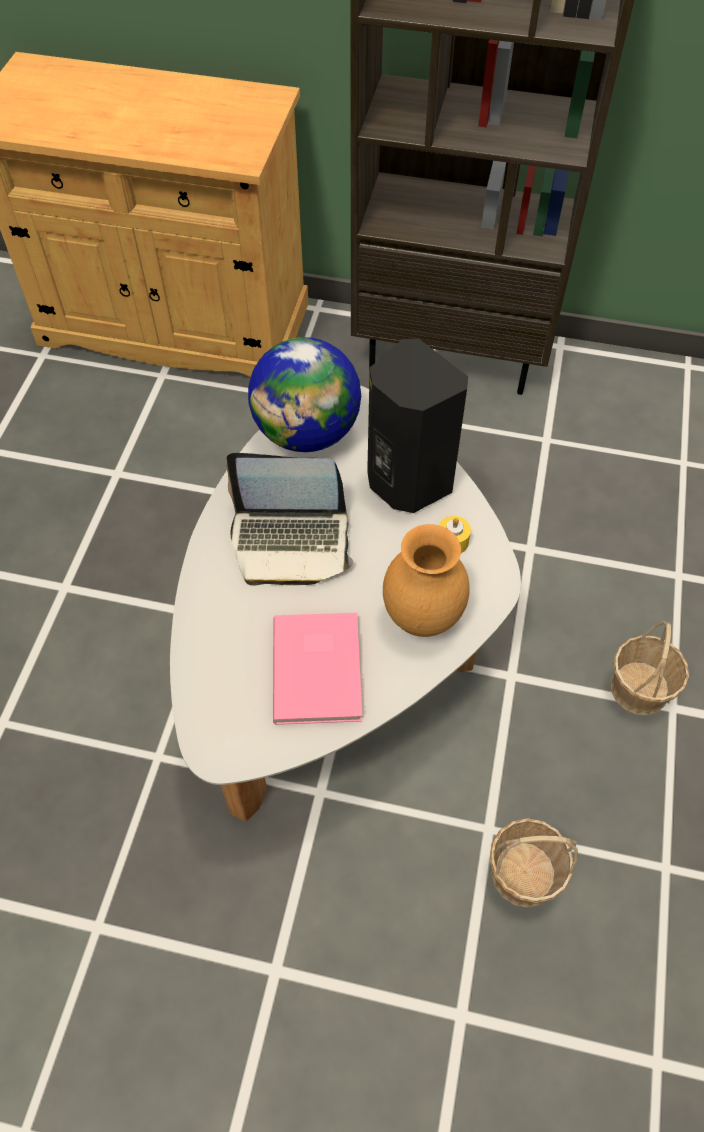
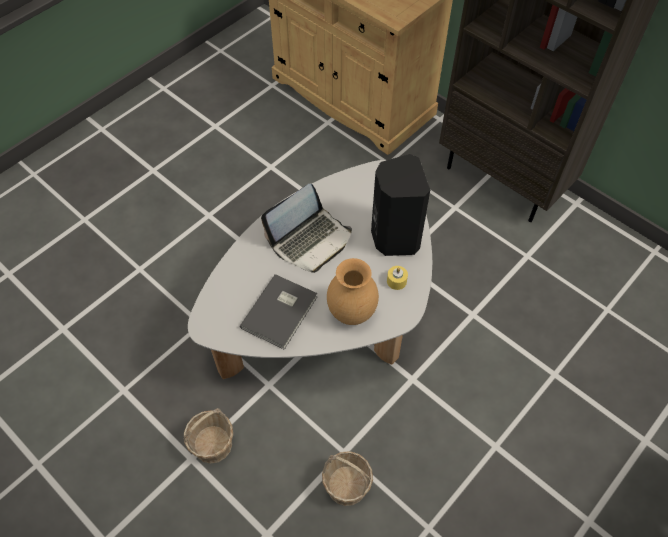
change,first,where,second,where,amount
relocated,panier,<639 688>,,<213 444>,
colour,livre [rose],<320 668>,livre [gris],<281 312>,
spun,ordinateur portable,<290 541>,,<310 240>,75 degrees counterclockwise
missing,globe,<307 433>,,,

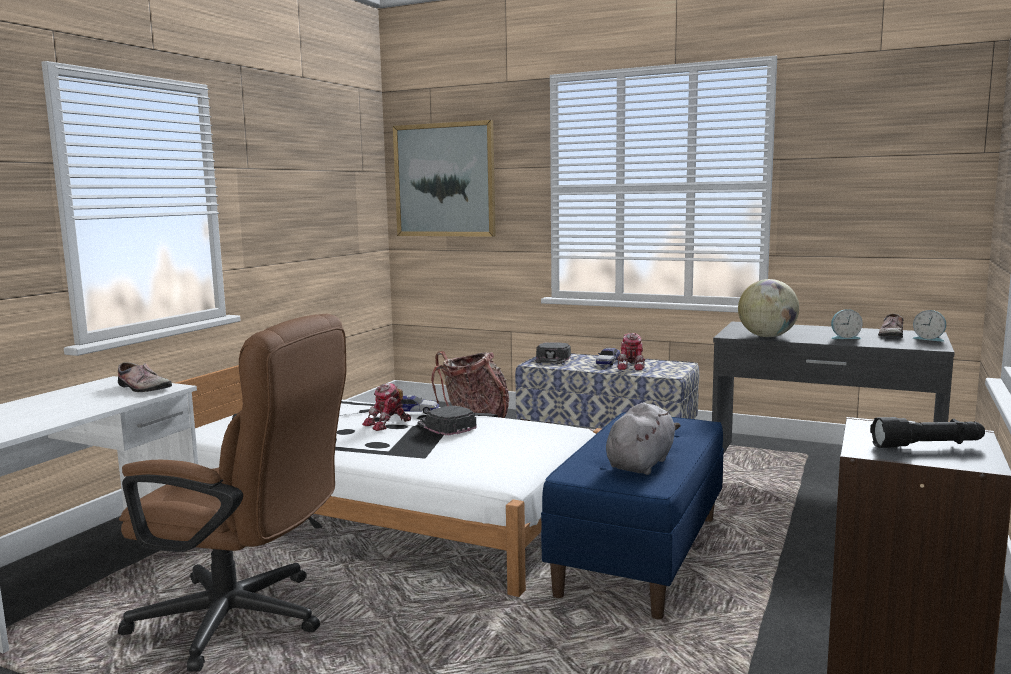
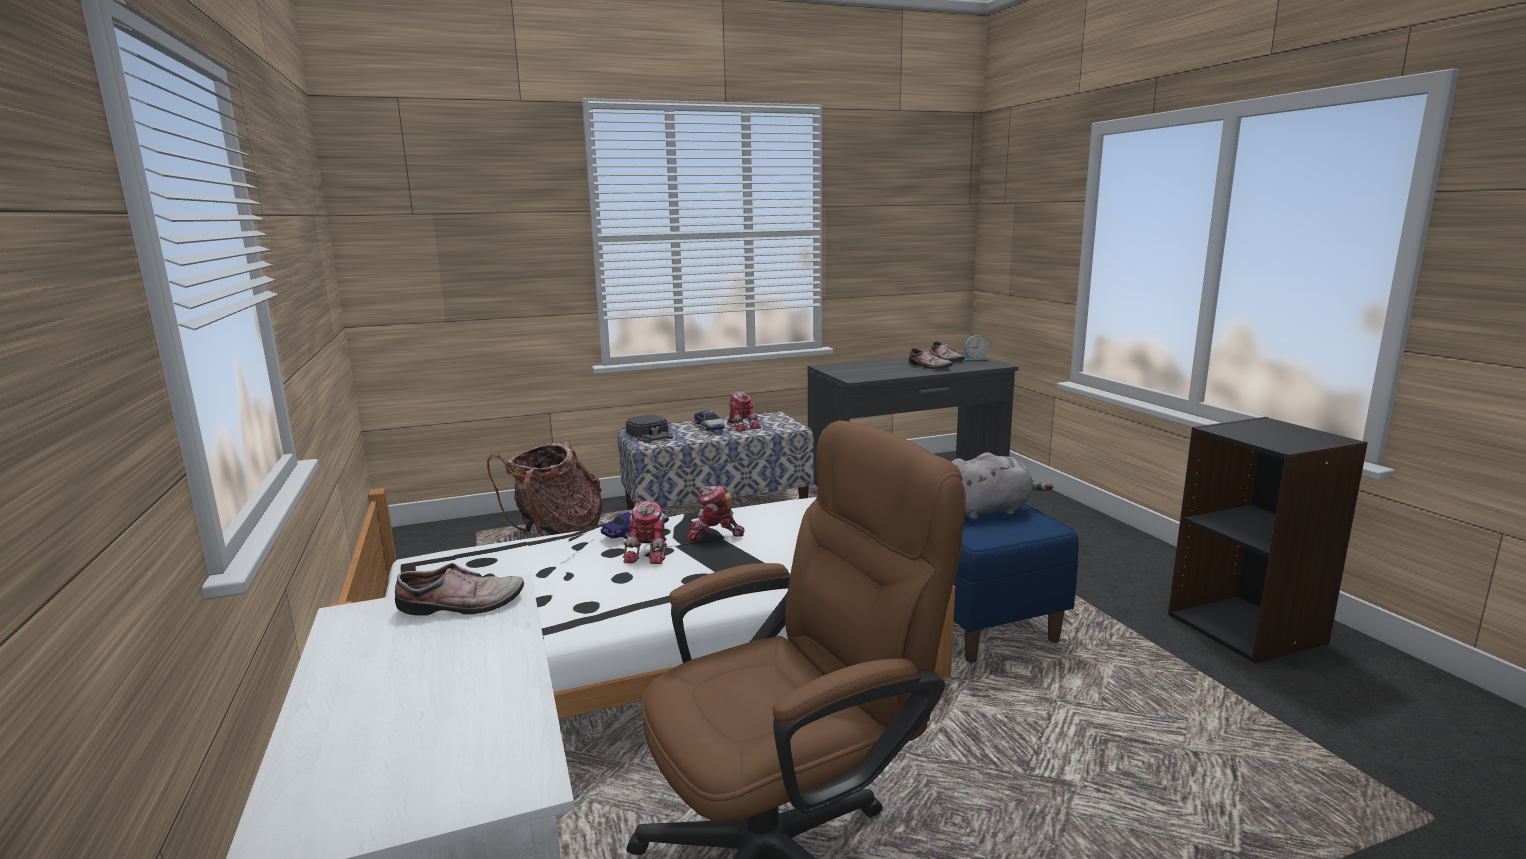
change,first,where,second,where,amount
exchanged,casquette [noir],<445 426>,robot jouet,<713 534>,
exchanged,réveil,<844 337>,chaussure,<928 366>,
spun,peluche [gris],<641 463>,,<988 510>,90 degrees clockwise
missing,tableau,<444 180>,,,
missing,globe,<767 336>,,,
missing,lampe de poche [noir],<927 446>,,,

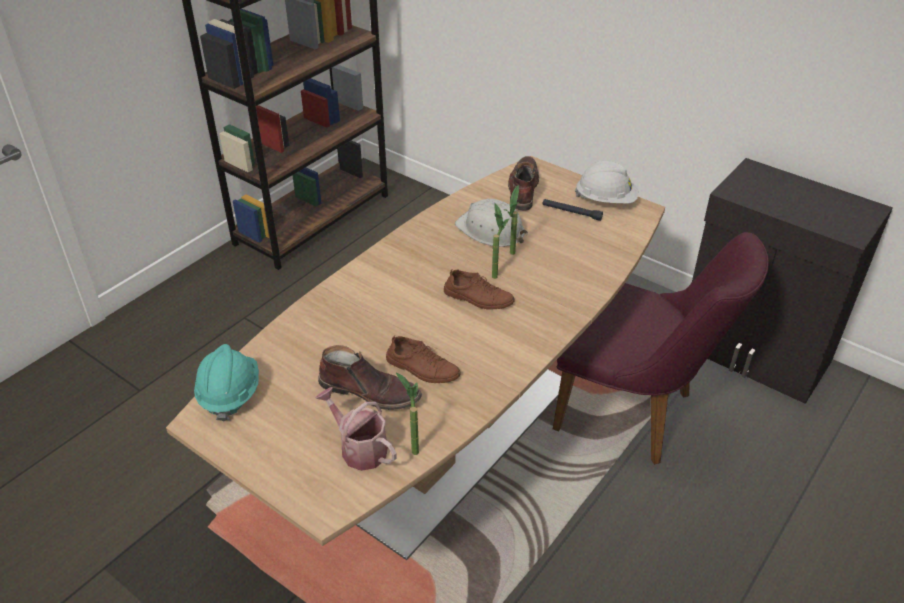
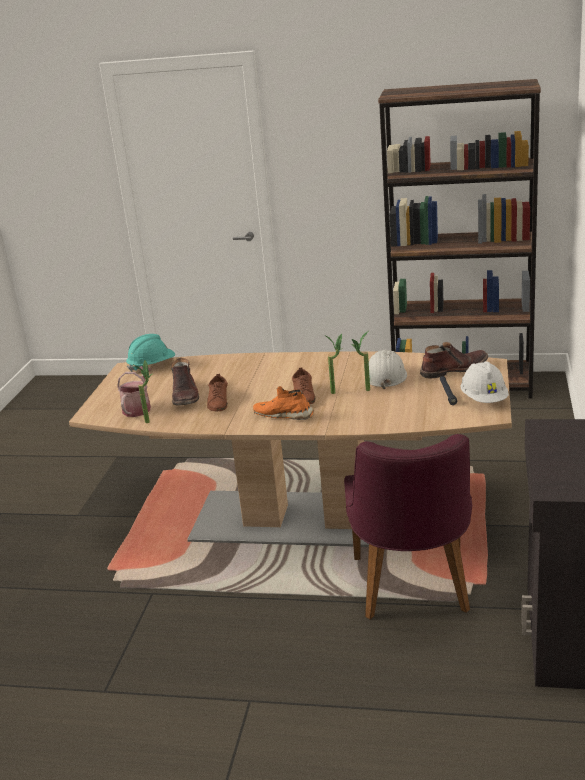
change,first,where,second,where,amount
appeared,,,chaussure [orange],<284 415>,

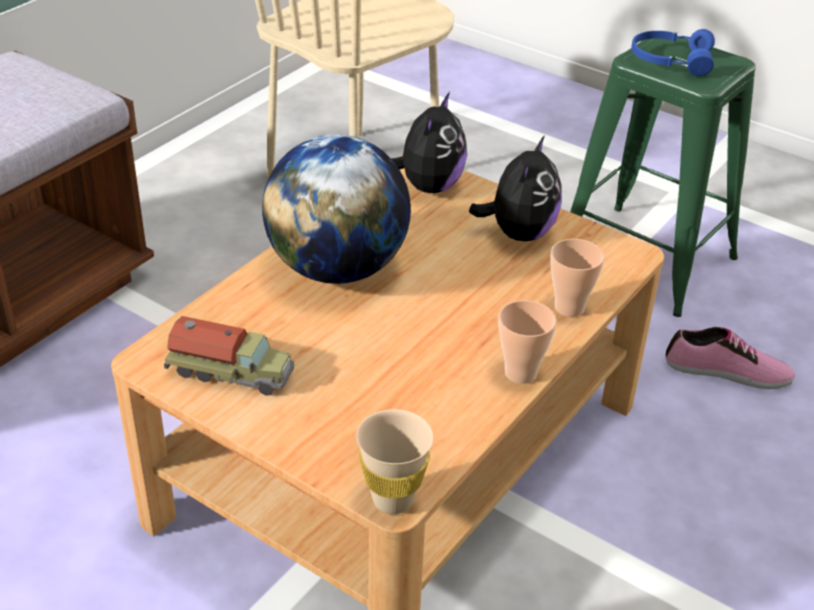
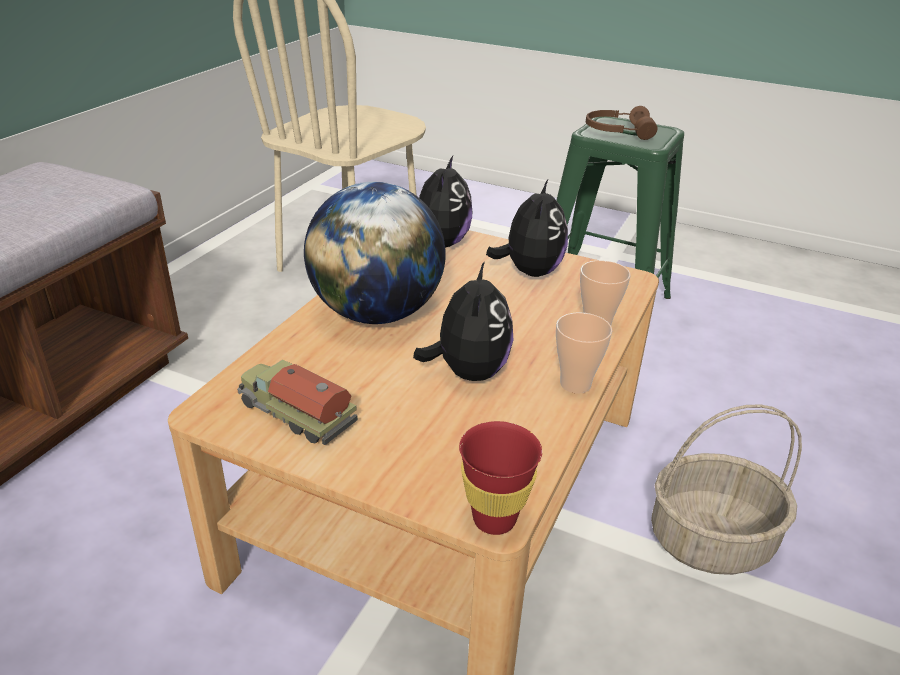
change,first,where,second,where,amount
spun,camion jouet,<231 372>,,<295 414>,150 degrees counterclockwise
appeared,,,peluche,<468 372>,
colour,tasse [beige],<393 500>,tasse [rouge],<494 519>,
colour,casque audio [bleu],<670 60>,casque audio [marron],<618 131>,
appeared,,,panier,<711 539>,
missing,chaussure,<727 372>,,,

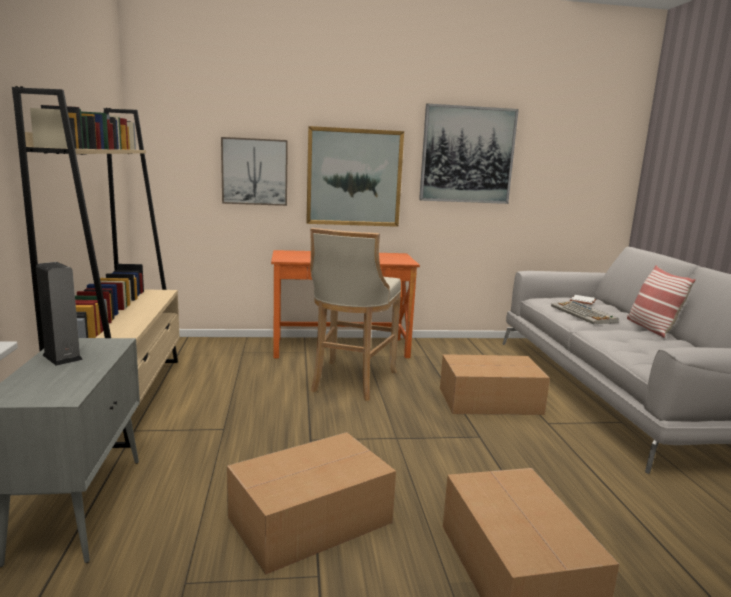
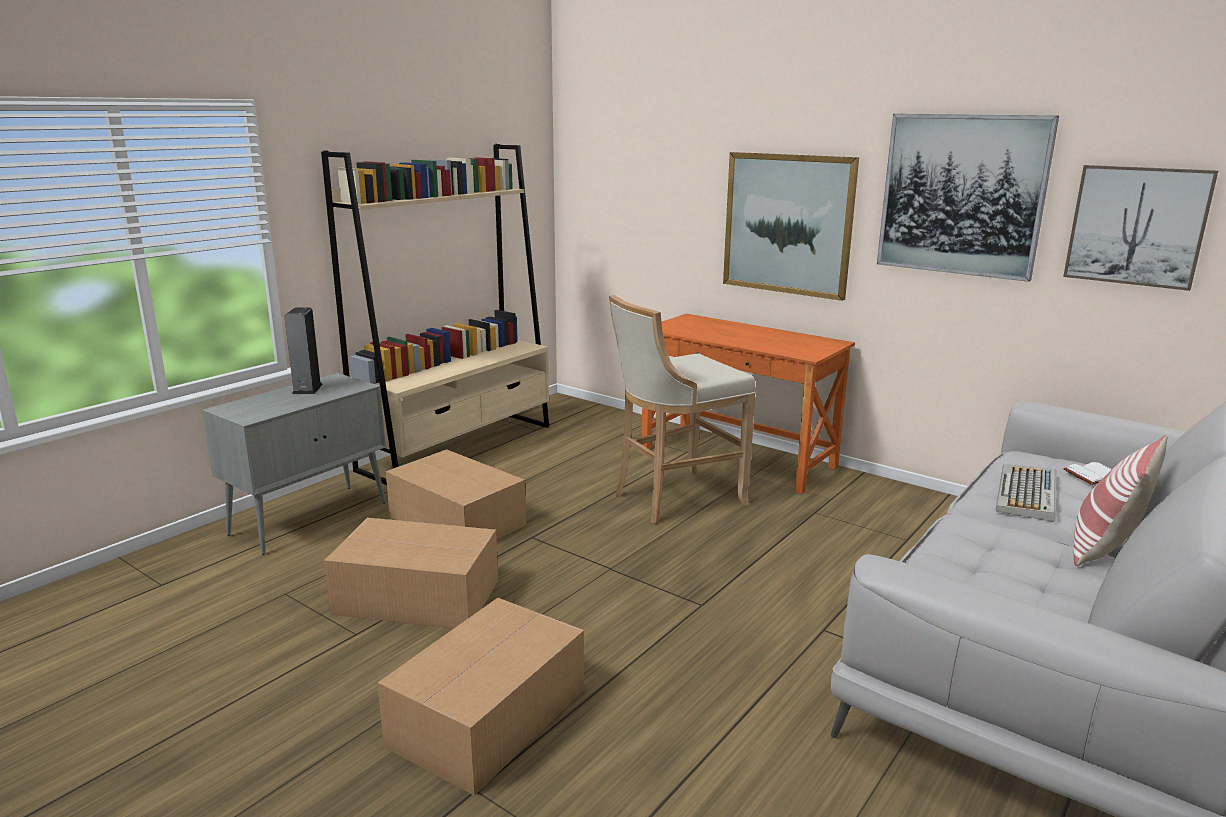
change,first,where,second,where,amount
relocated,carton,<488 400>,,<456 520>,
relocated,tableau,<254 171>,,<1137 226>,

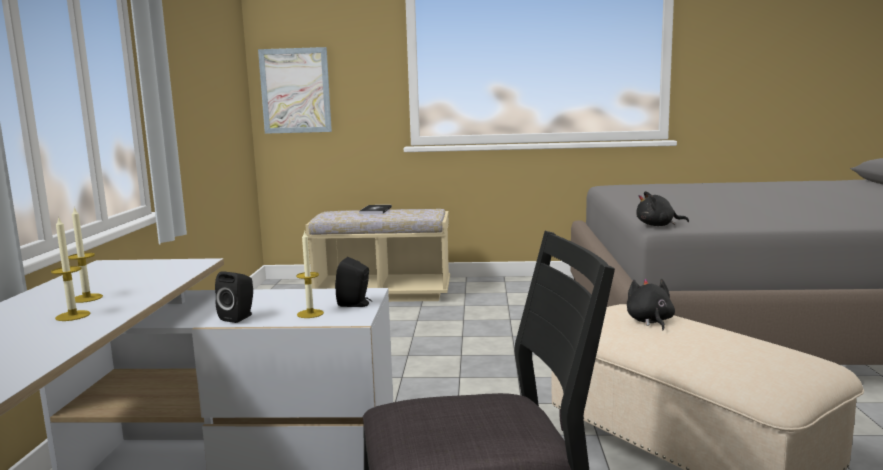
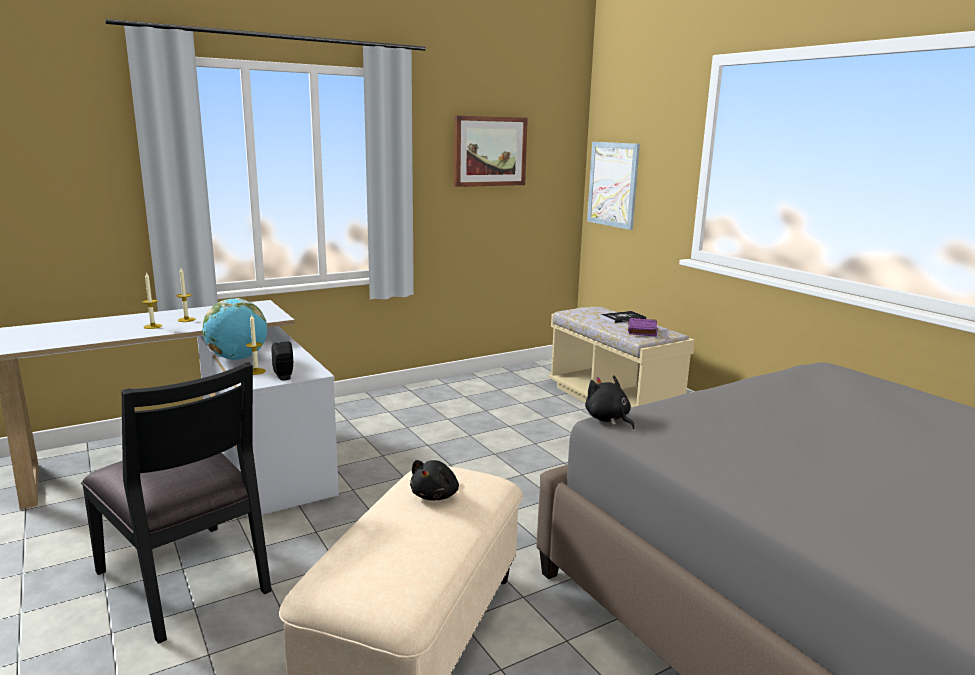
change,first,where,second,where,amount
exchanged,enceinte [noir],<239 317>,globe,<238 358>,
spun,peluche [noir],<649 321>,,<436 495>,150 degrees clockwise
appeared,,,tableau,<490 151>,
appeared,,,livre [violet],<642 330>,

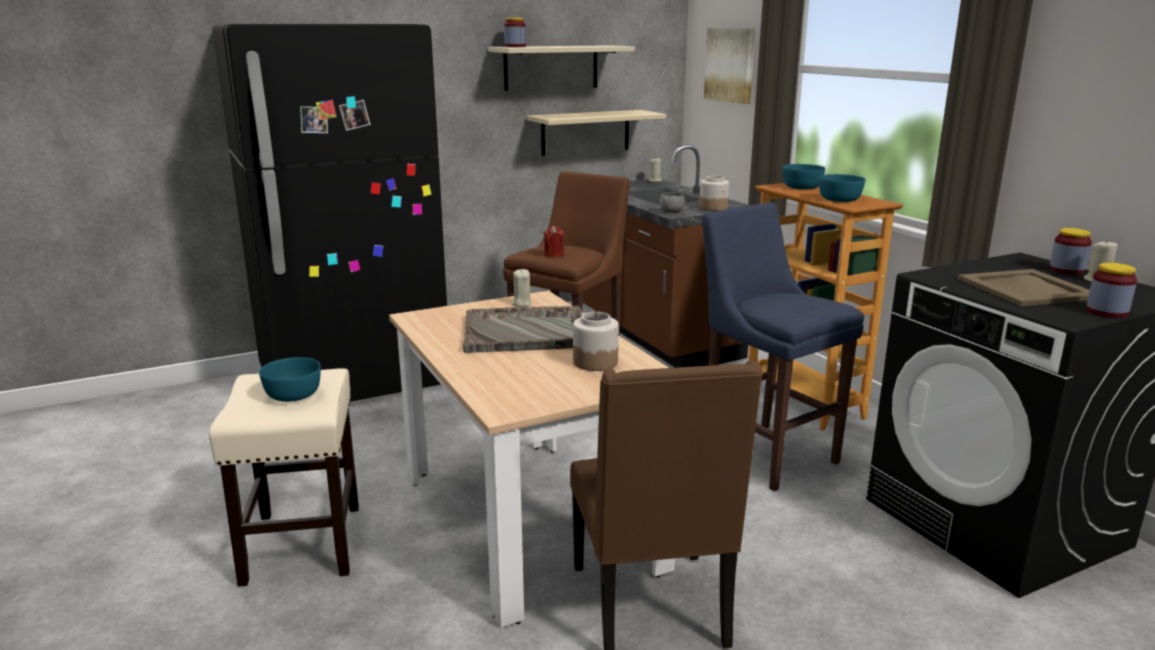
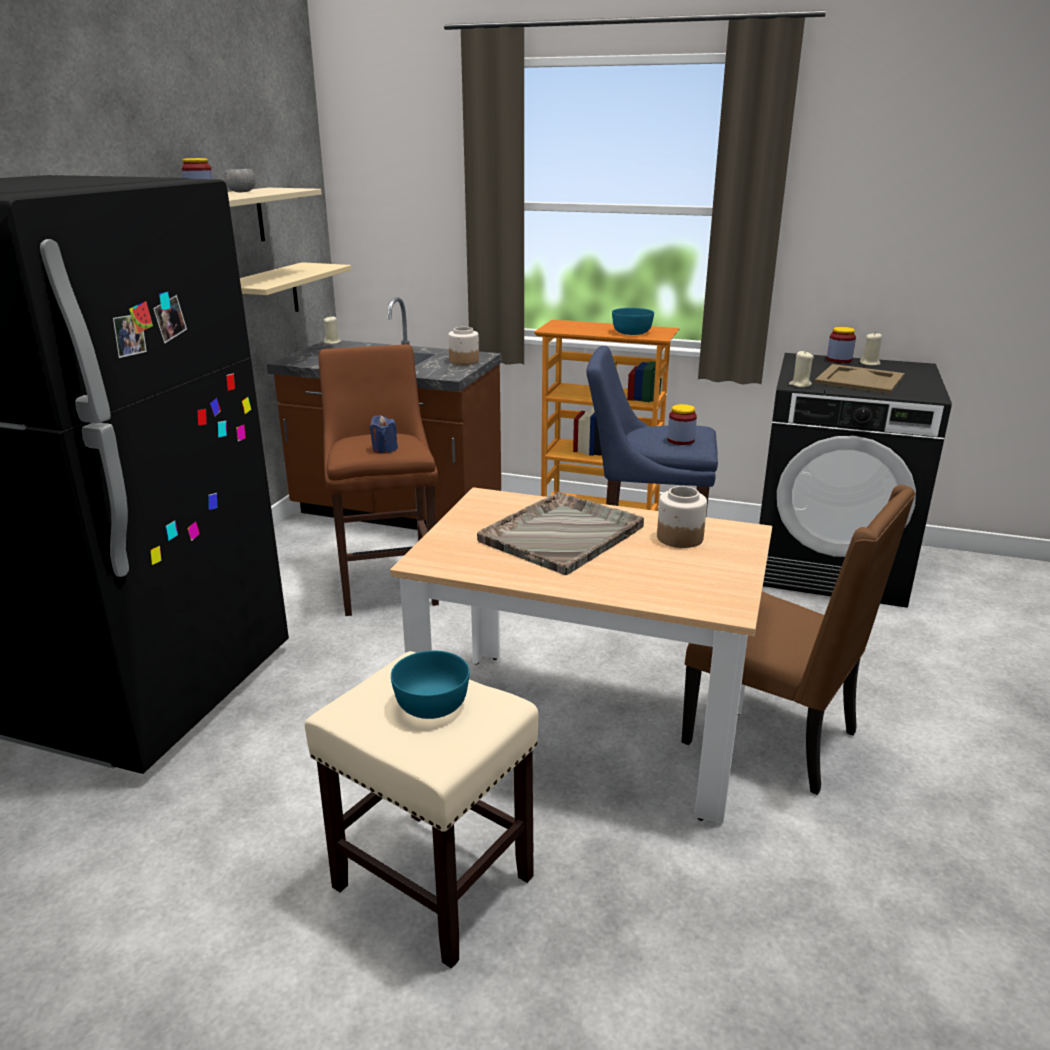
change,first,where,second,where,amount
relocated,bol [gris],<671 212>,,<242 192>,
colour,bougie [rouge],<554 255>,bougie [bleu],<384 449>,
relocated,bocal,<1107 312>,,<680 440>,
relocated,bougie [beige],<521 304>,,<800 385>,
missing,tableau,<730 65>,,,
missing,bol [turquoise],<801 187>,,,

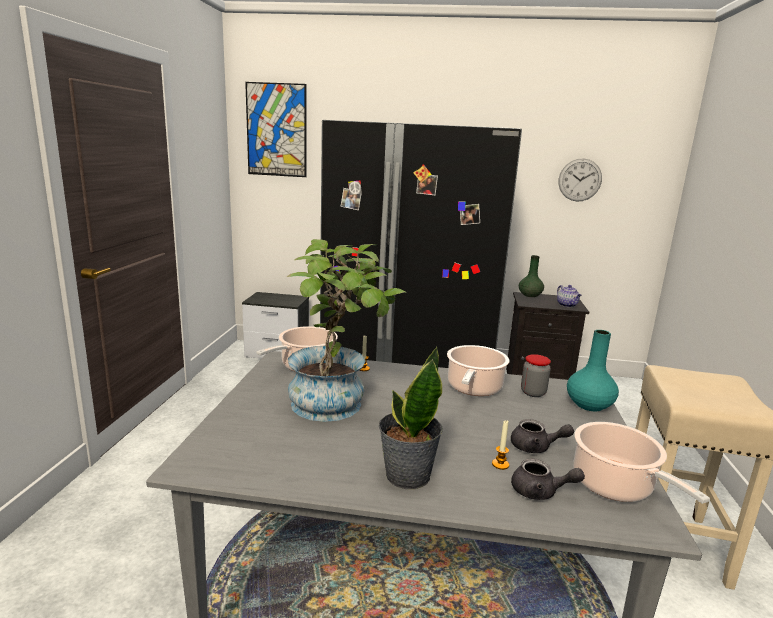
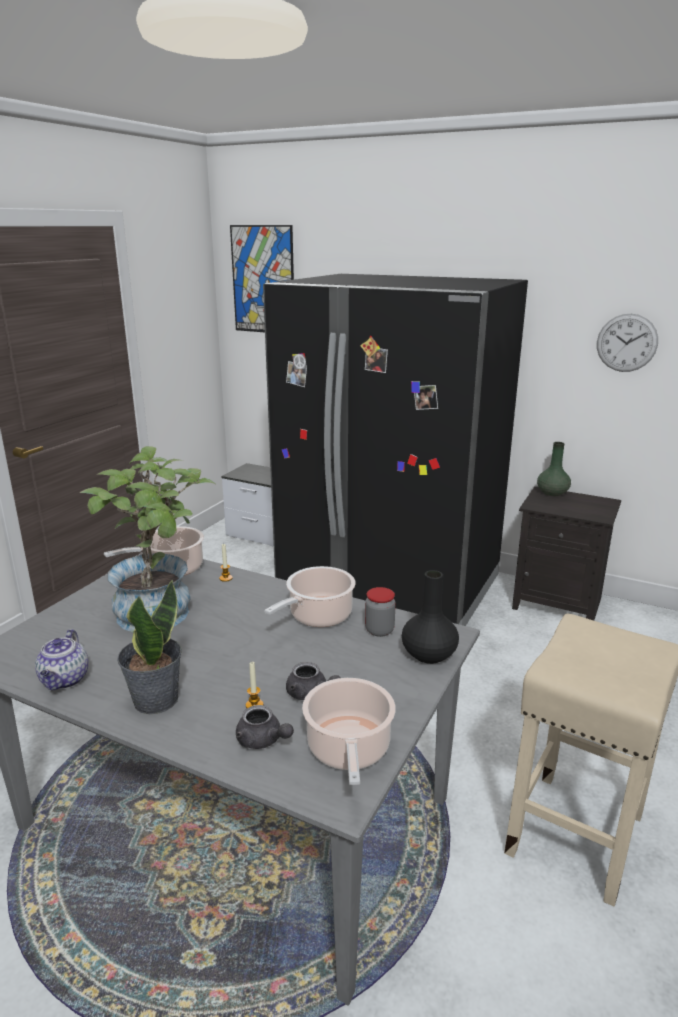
change,first,where,second,where,amount
relocated,théière,<567 305>,,<65 680>,
colour,vase [turquoise],<589 405>,vase [noir],<429 655>,

